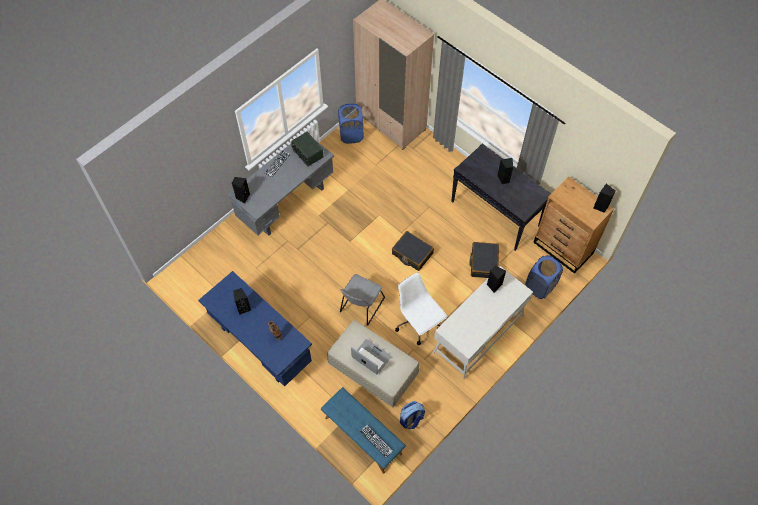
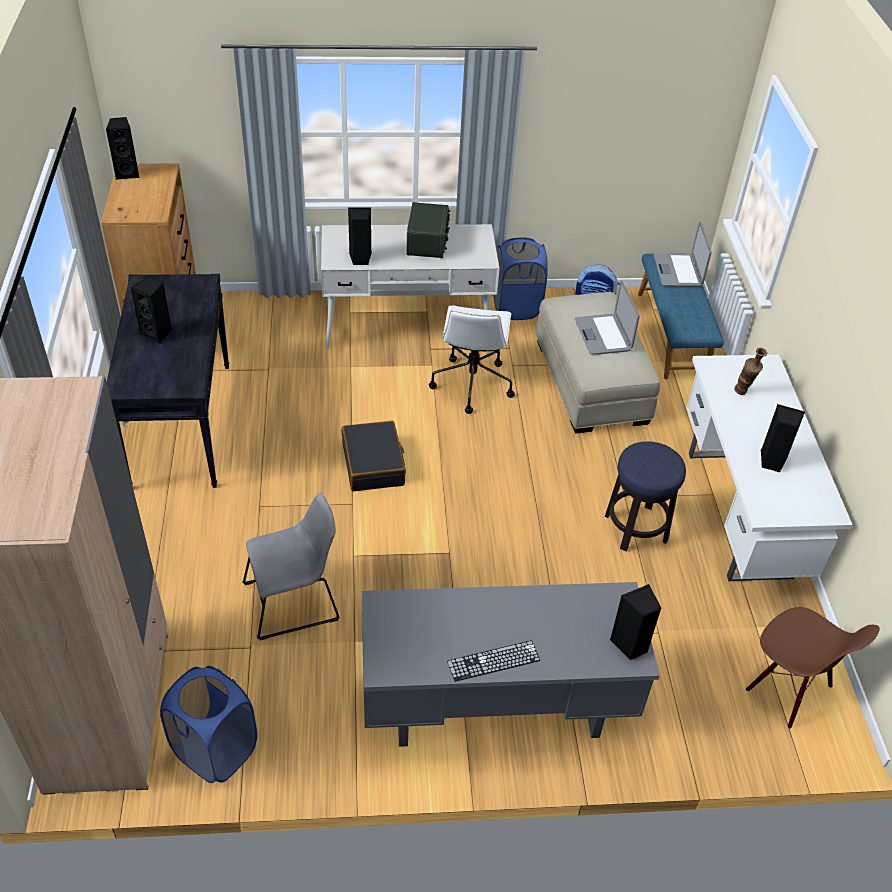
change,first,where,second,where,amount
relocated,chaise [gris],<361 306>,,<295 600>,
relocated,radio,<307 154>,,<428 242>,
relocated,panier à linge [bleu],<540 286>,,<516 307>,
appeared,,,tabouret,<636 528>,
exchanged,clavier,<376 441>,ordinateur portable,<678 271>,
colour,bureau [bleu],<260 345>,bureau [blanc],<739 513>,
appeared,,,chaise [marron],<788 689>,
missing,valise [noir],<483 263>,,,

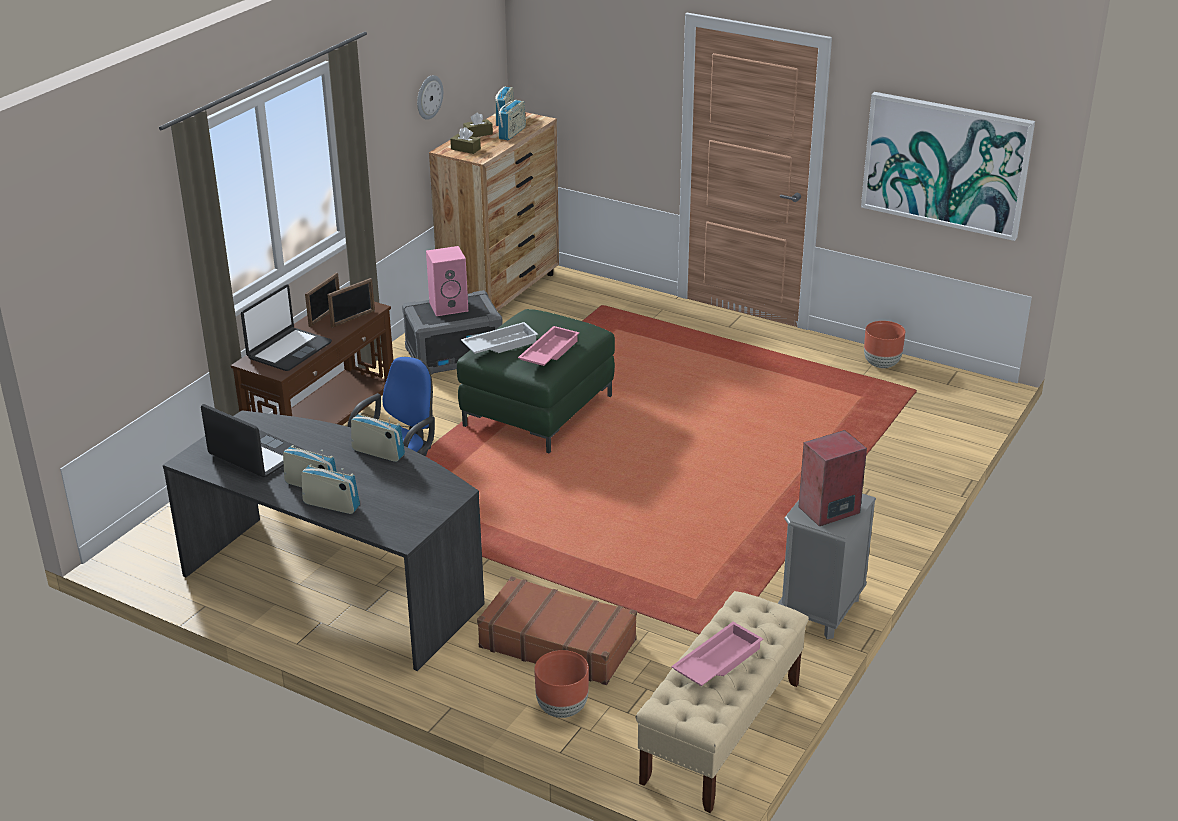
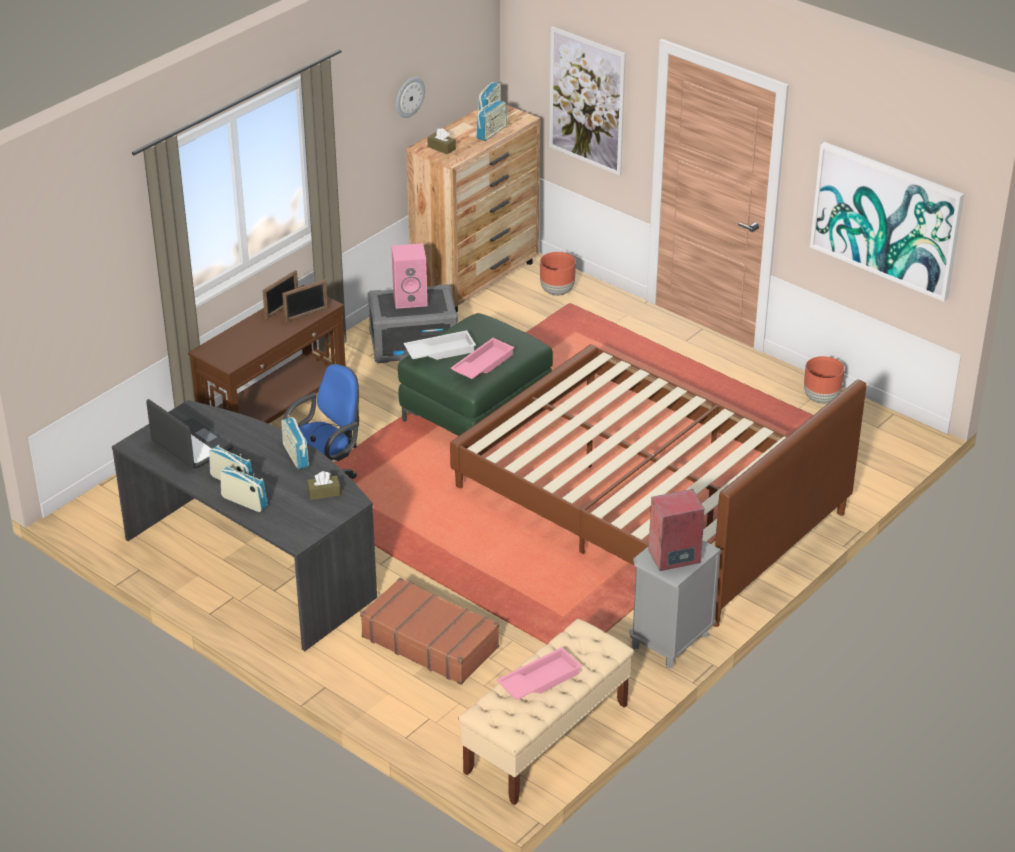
change,first,where,second,where,amount
spun,radio,<378 453>,,<296 456>,150 degrees counterclockwise
relocated,boîte à mouchoirs [marron],<478 134>,,<324 493>,
appeared,,,lit [marron],<648 501>,
relocated,cache-pot [marron],<562 709>,,<557 291>,
appeared,,,tableau,<587 101>,
missing,ordinateur portable,<289 350>,,,

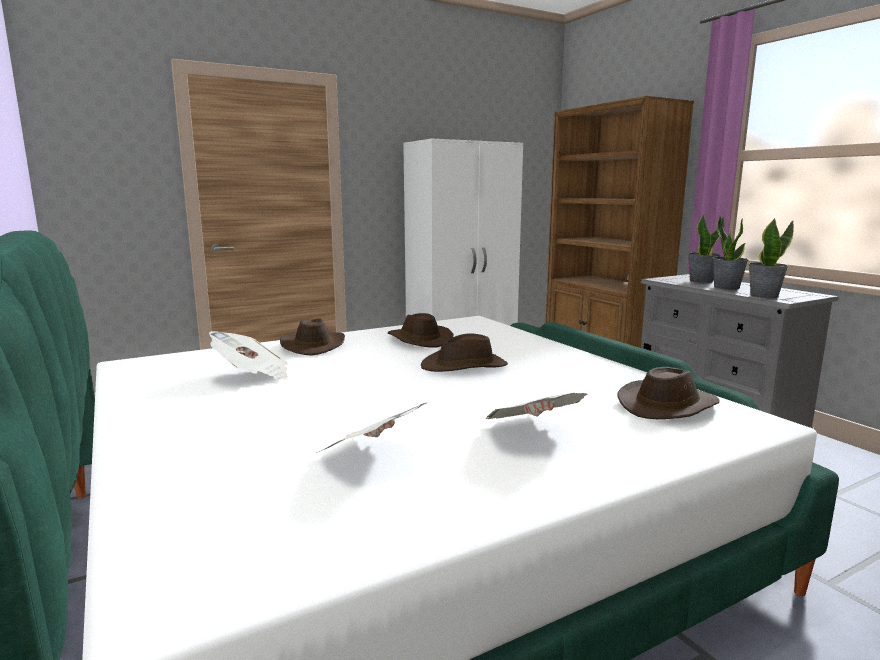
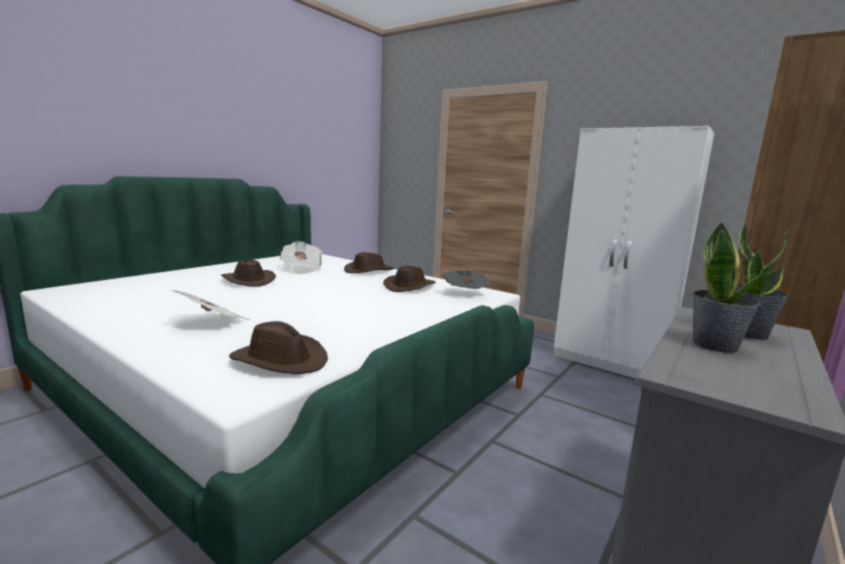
change,first,where,second,where,amount
relocated,chapeau [marron],<465 366>,,<247 281>,
relocated,journal,<372 455>,,<466 294>,
missing,plante en pot,<763 296>,,,

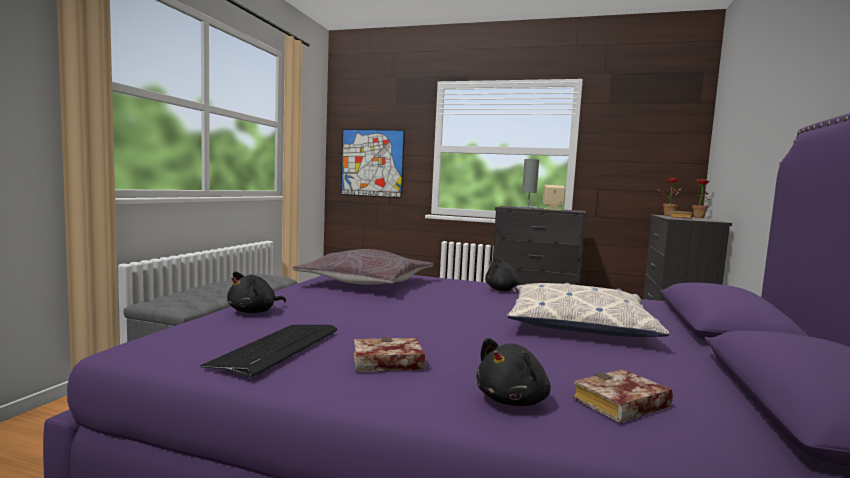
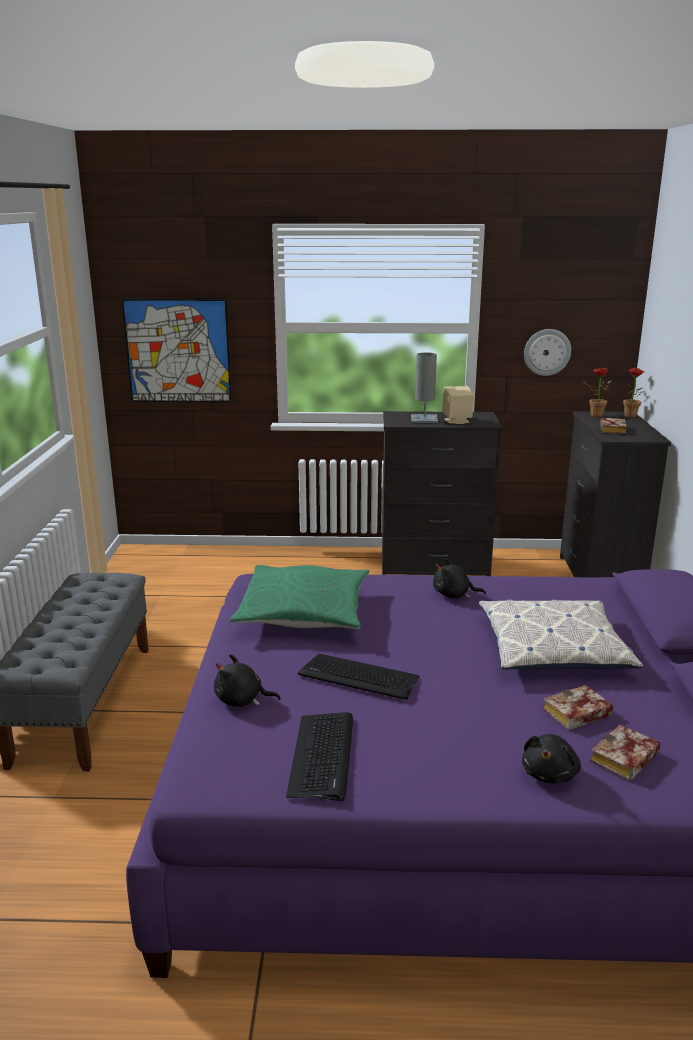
change,first,where,second,where,amount
spun,peluche [noir],<254 311>,,<242 700>,75 degrees clockwise
colour,coussin [gris],<367 282>,coussin [vert],<304 611>,
appeared,,,clavier,<359 677>,
appeared,,,horloge murale,<547 352>,
relocated,livre,<384 363>,,<576 714>,

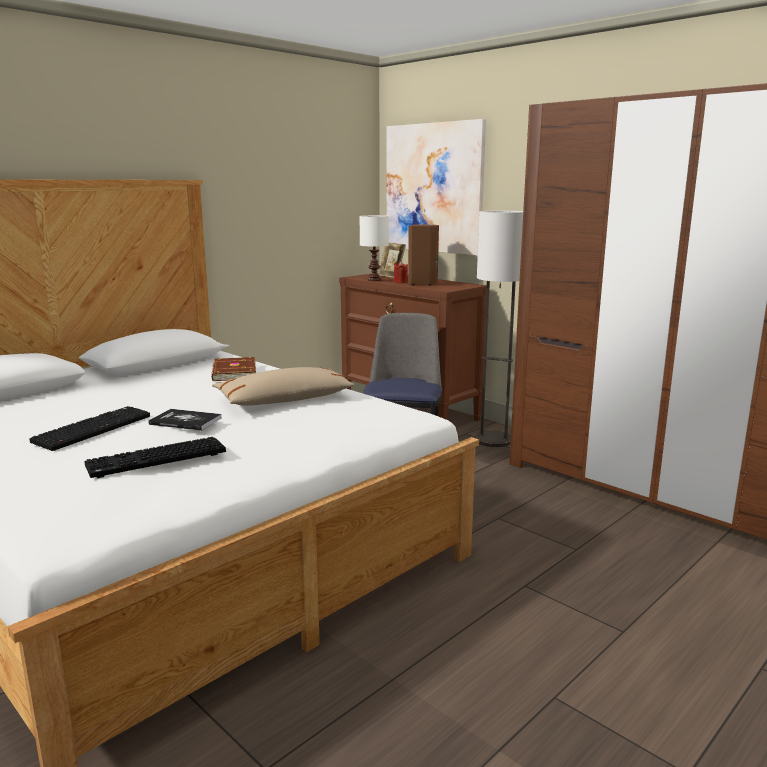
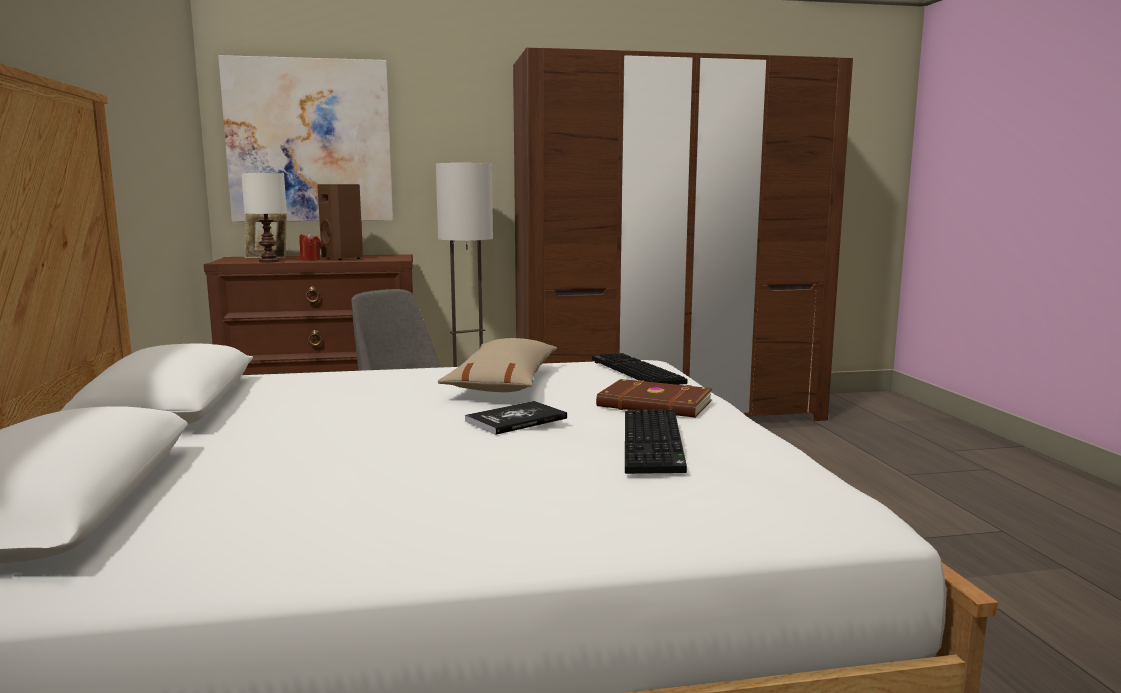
change,first,where,second,where,amount
relocated,clavier,<93 428>,,<634 372>,
relocated,livre [marron],<233 372>,,<655 404>,

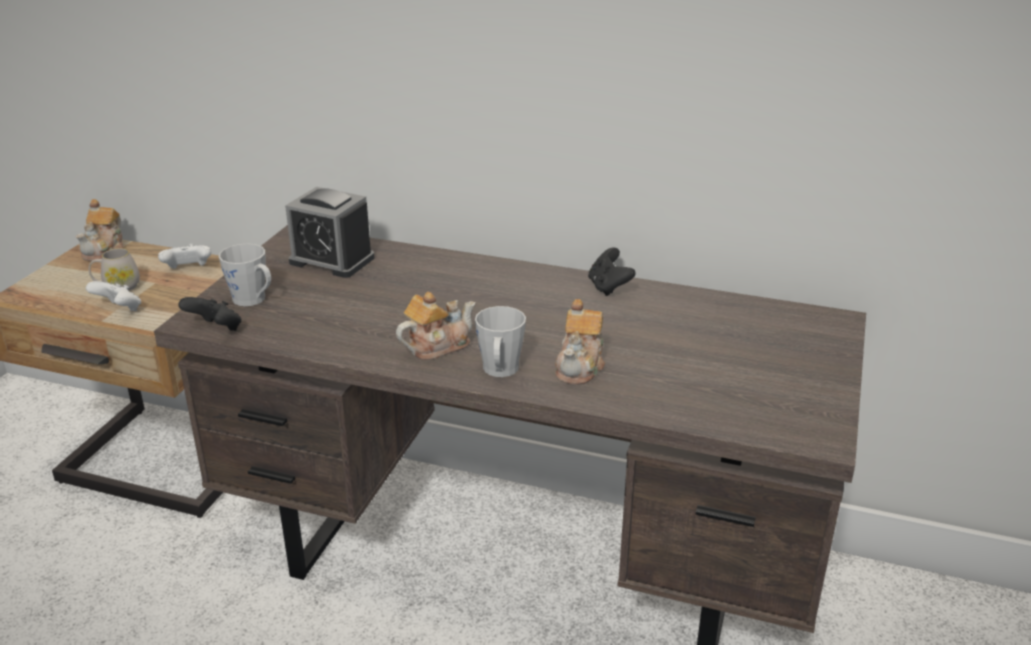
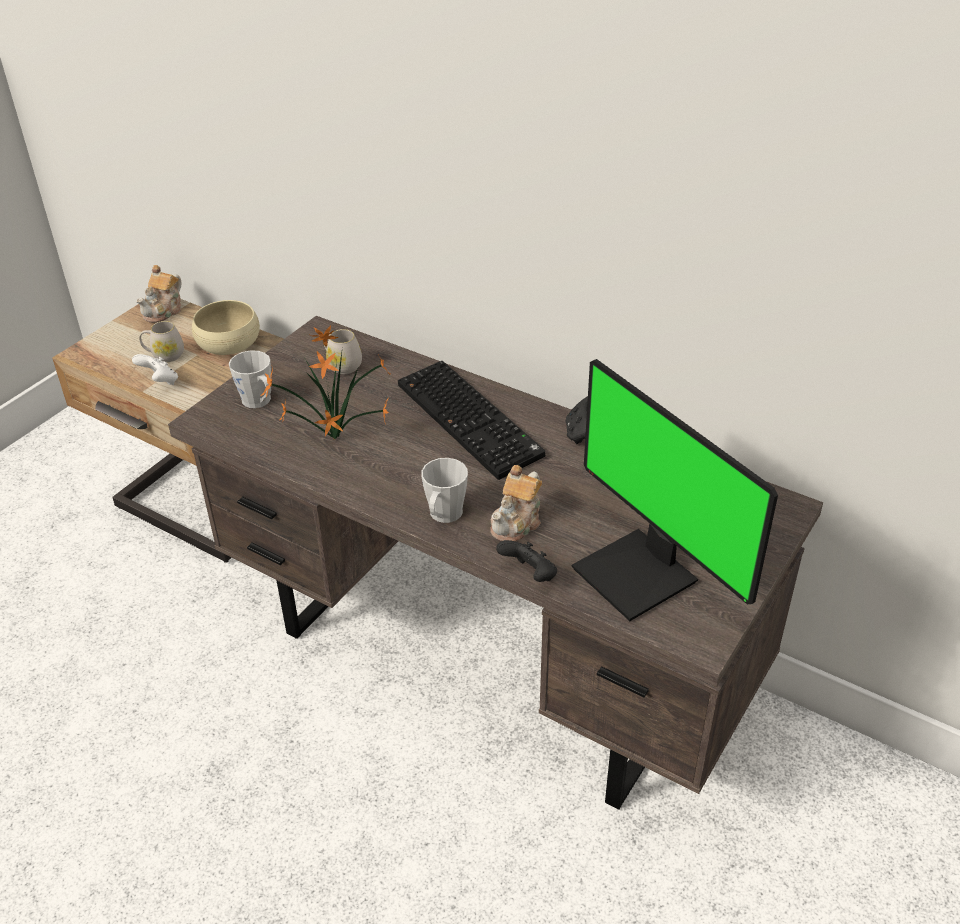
change,first,where,second,where,amount
exchanged,manette [blanc],<188 270>,bol [beige],<229 344>,
appeared,,,plante en pot,<331 439>,
exchanged,réveil,<332 260>,mug [blanc],<341 364>,
appeared,,,clavier,<472 420>,
relocated,manette [noir],<216 330>,,<529 575>,
appeared,,,écran d'ordinateur,<640 574>,
missing,théière,<437 346>,,,

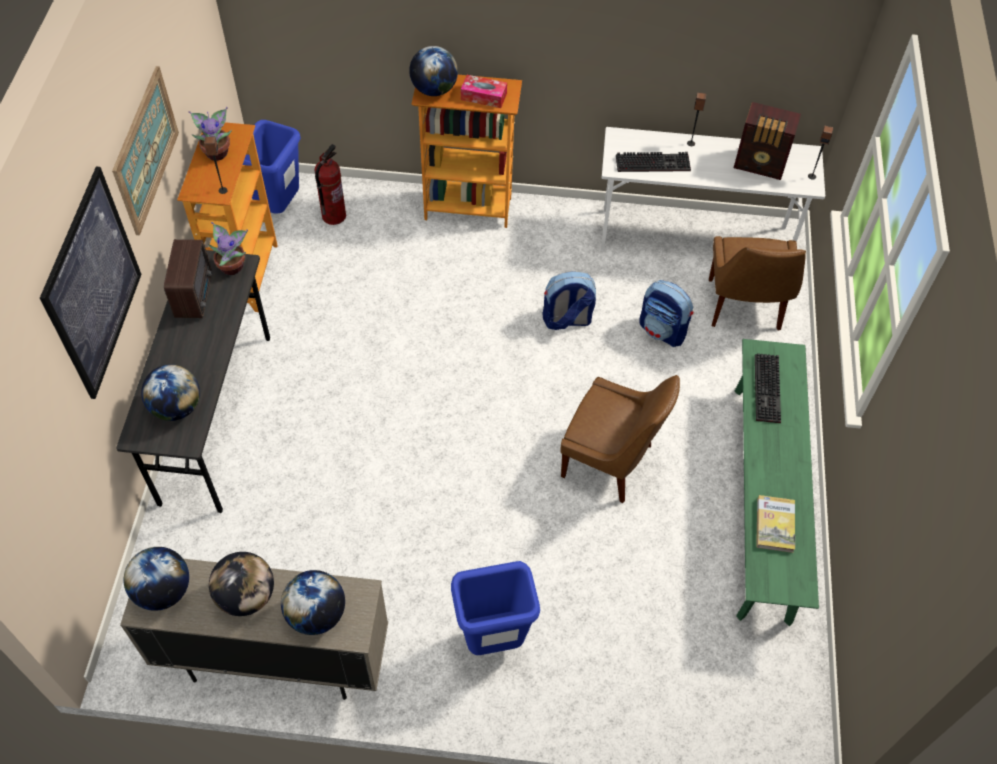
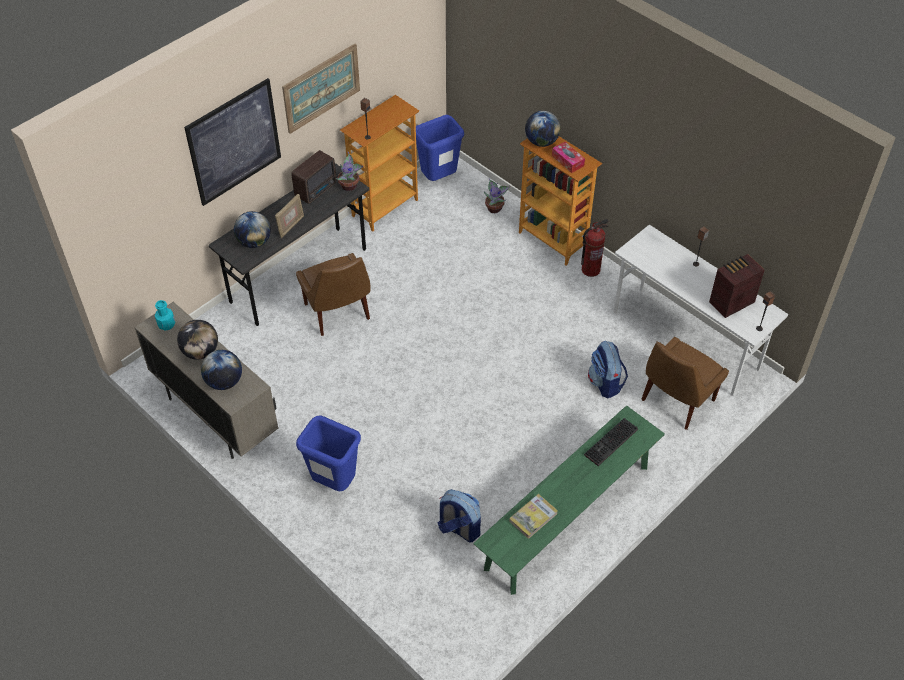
change,first,where,second,where,amount
exchanged,globe,<163 591>,bouteille [turquoise],<166 324>,
appeared,,,cadre photo,<291 226>,
relocated,chaise [marron],<610 462>,,<338 313>,
relocated,sac à dos,<566 320>,,<459 529>,
relocated,plante en pot,<217 152>,,<495 208>,
relocated,extincteur,<334 216>,,<590 270>,
spun,radio,<761 165>,,<730 302>,90 degrees clockwise
missing,clavier,<654 162>,,,

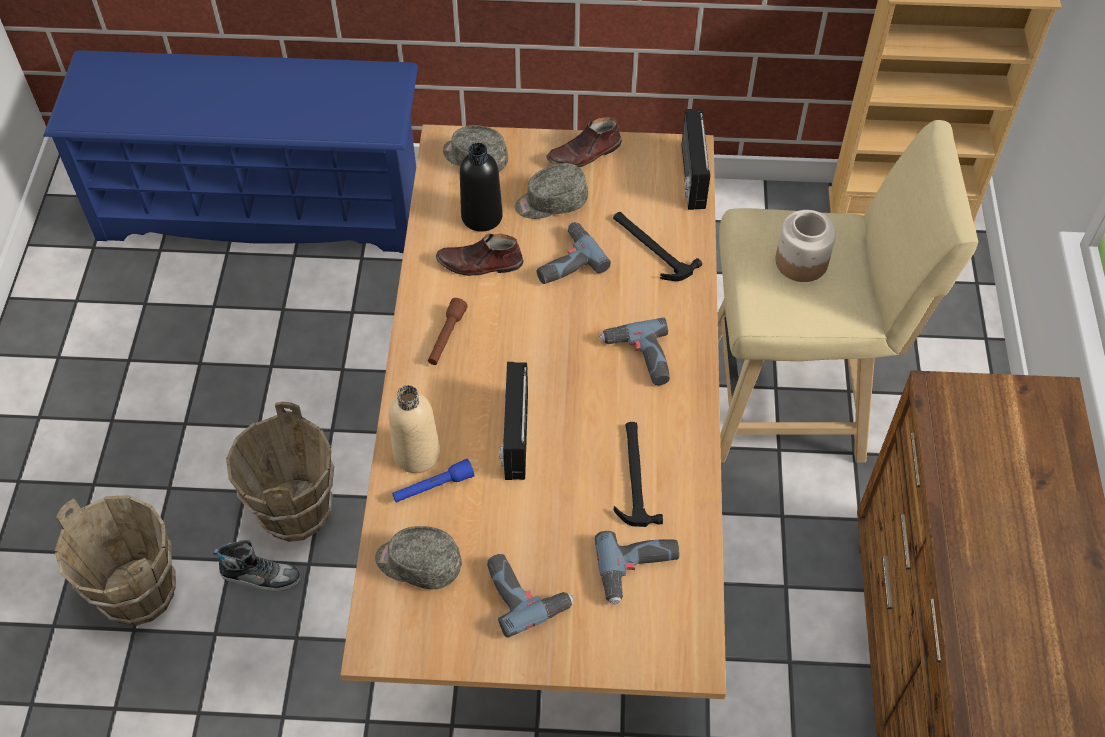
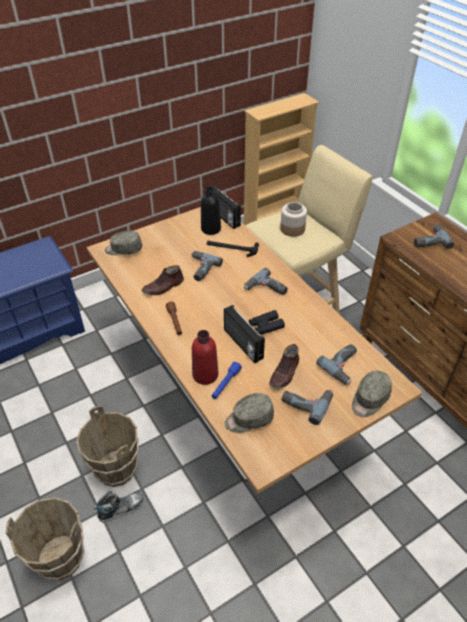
change,first,where,second,where,amount
colour,bouteille [beige],<417 454>,bouteille [rouge],<205 375>,
relocated,bouteille [noir],<482 216>,,<211 229>,
appeared,,,jumelles [noir],<266 326>,
relocated,chaussure [marron],<584 154>,,<285 373>,
relocated,casquette [gris],<551 202>,,<369 399>,
appeared,,,perceuse,<429 240>,
missing,marteau,<634 475>,,,

